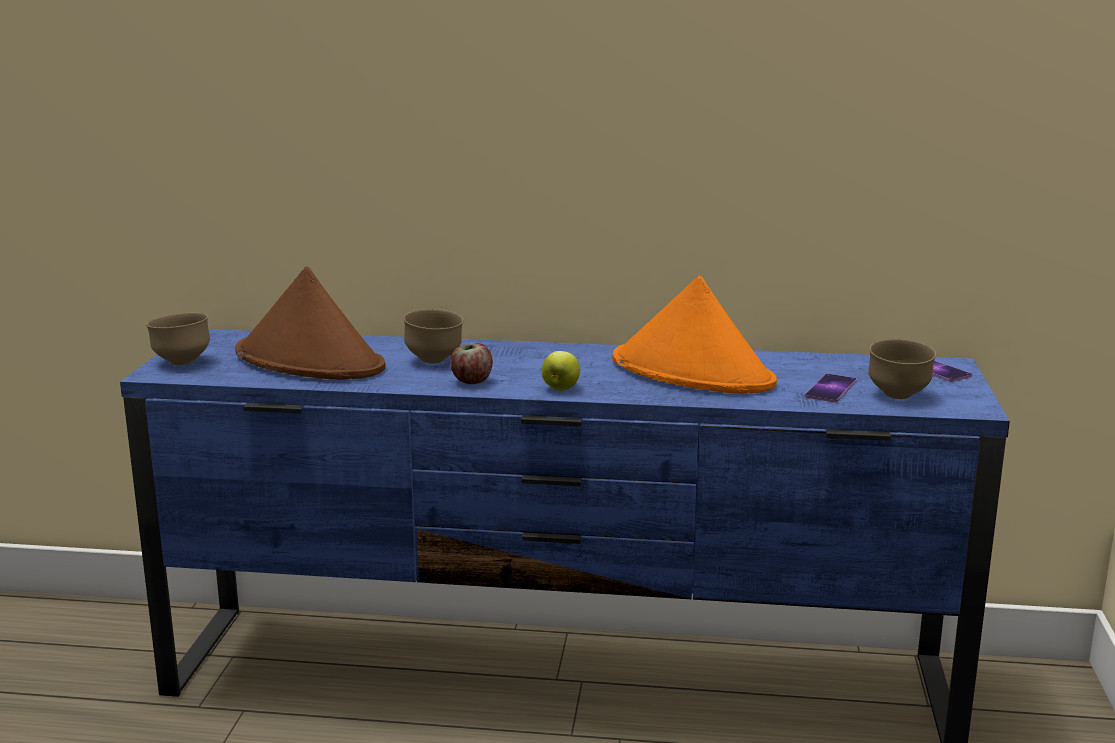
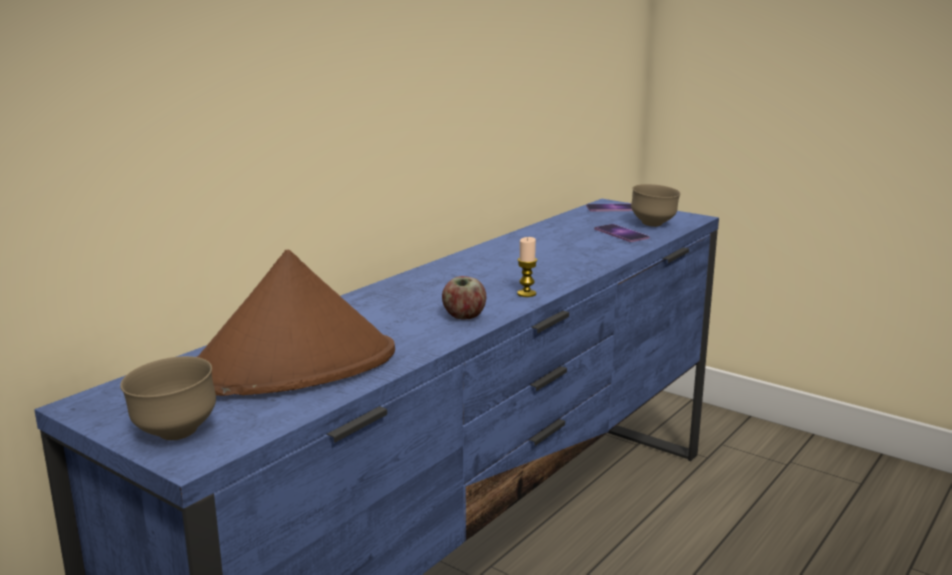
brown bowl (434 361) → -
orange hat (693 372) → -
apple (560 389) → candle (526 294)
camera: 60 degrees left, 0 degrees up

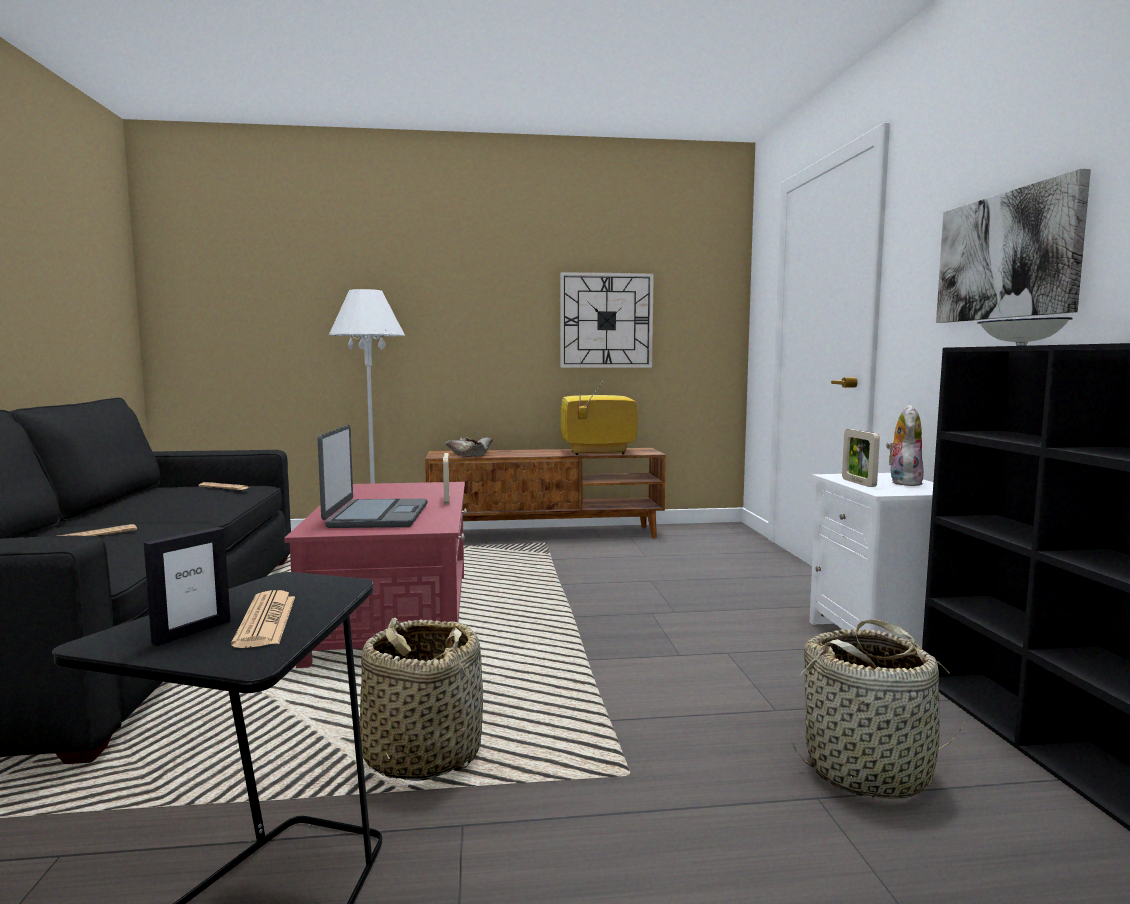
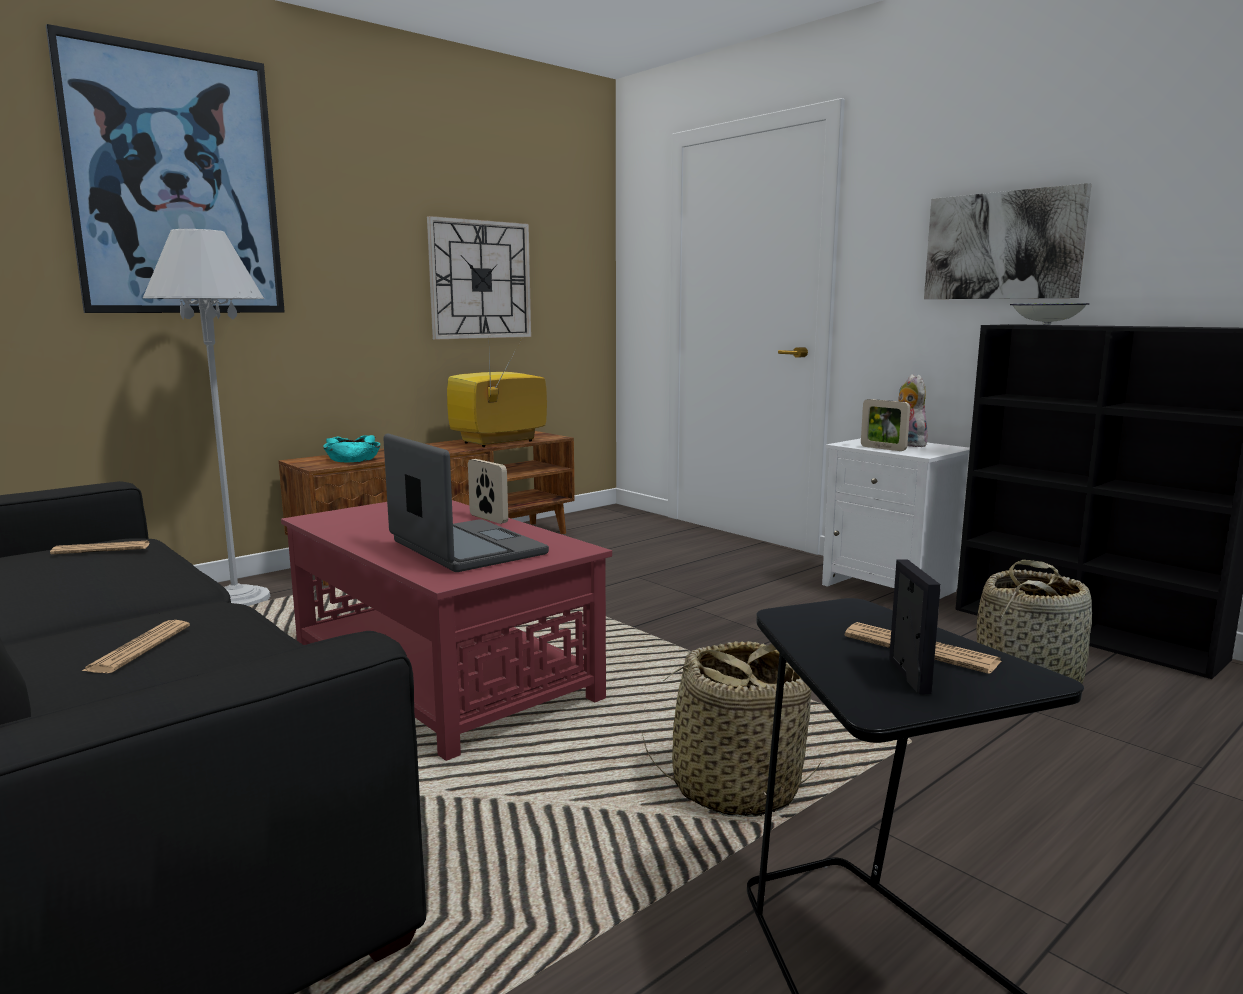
- → picture (176 184)
beige bowl (470 454) → turquoise bowl (353 459)
camera: 35 degrees left, 5 degrees up

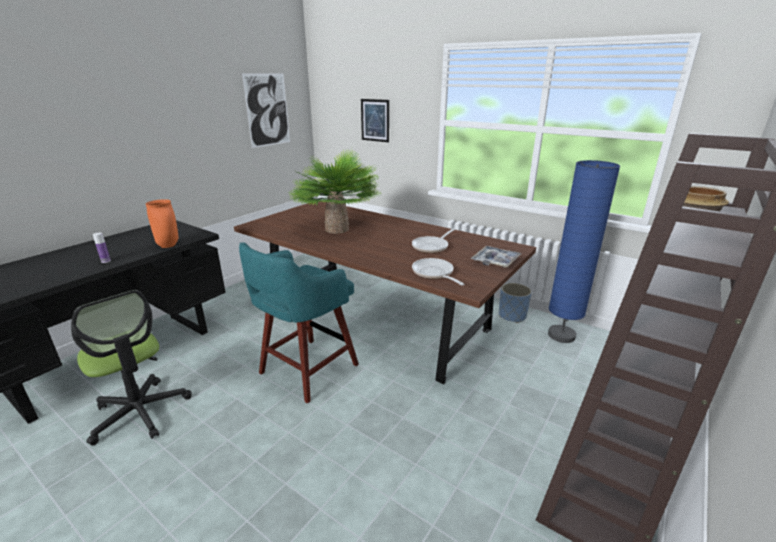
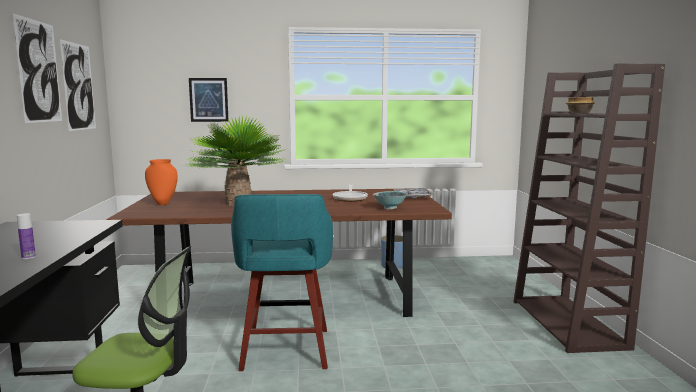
blue floor lamp (561 335) → -
- → picture (39 71)
orange vase (169 245) → orange vase (163 204), moved
frying pan (434 273) → bowl (390 208)
camera: 40 degrees left, 15 degrees down

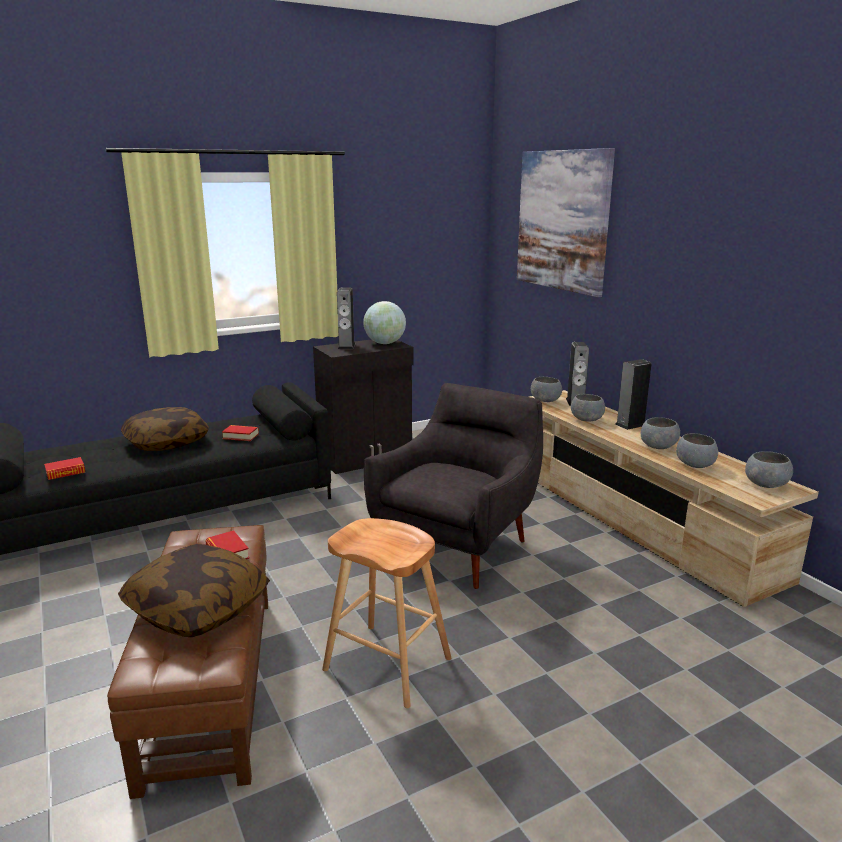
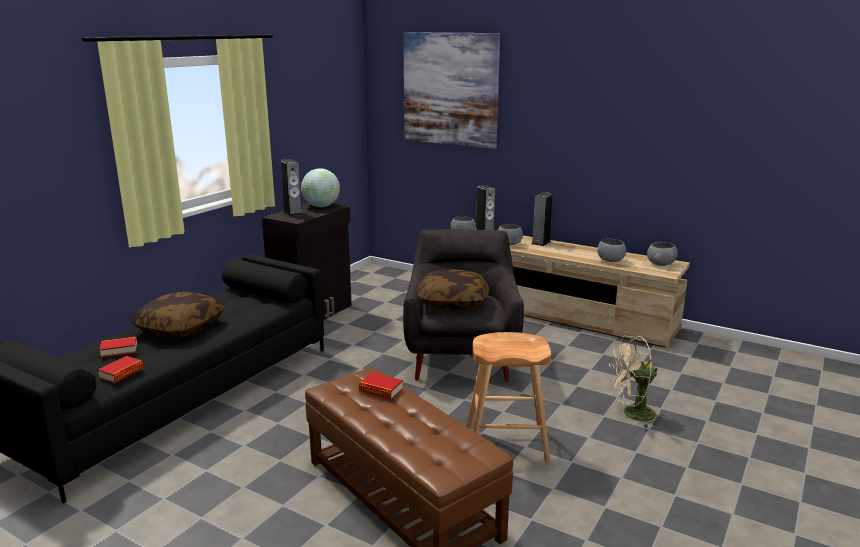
grey bowl (657 446) → -
- → beige fan (632 414)
pillow (198 608) → pillow (453 302), moved
book (241 436) → book (119 350), moved
camera: 30 degrees left, 0 degrees up

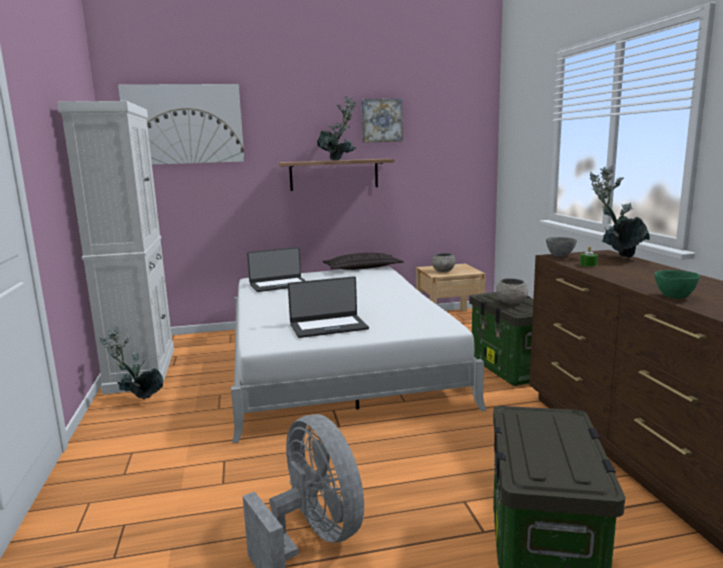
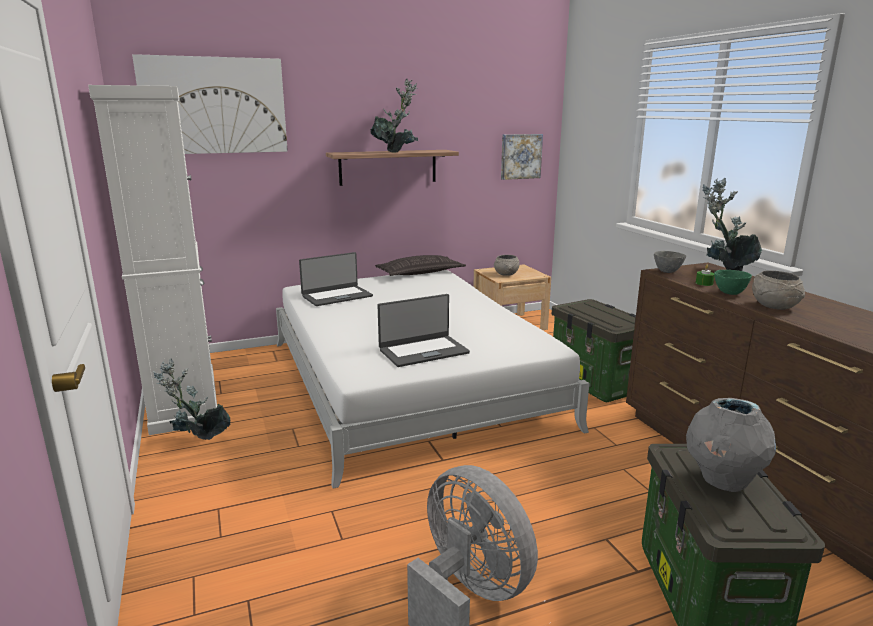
- → grey vase (722 481)
picture (381 120) → picture (520 156), moved
grey bowl (511 302) → grey bowl (773 306), moved
green bowl (675 297) → green bowl (730 293), moved
camera: 10 degrees left, 5 degrees up

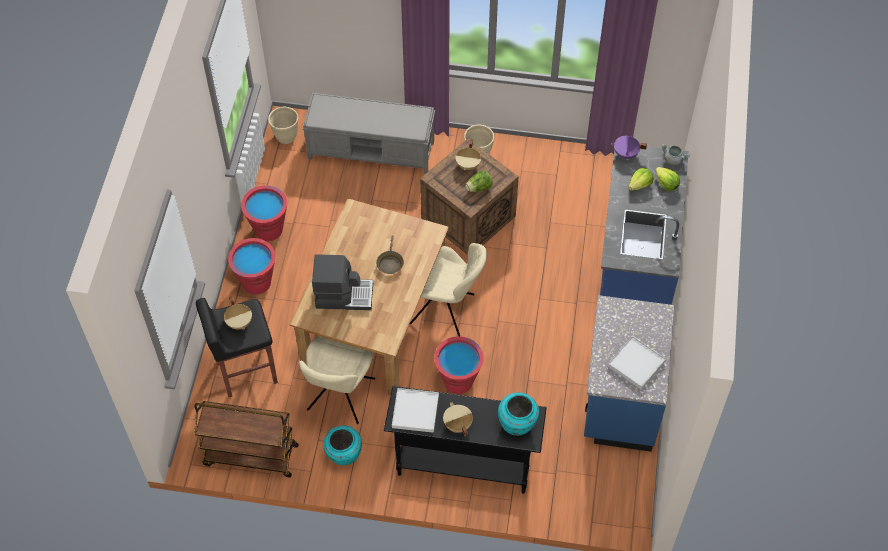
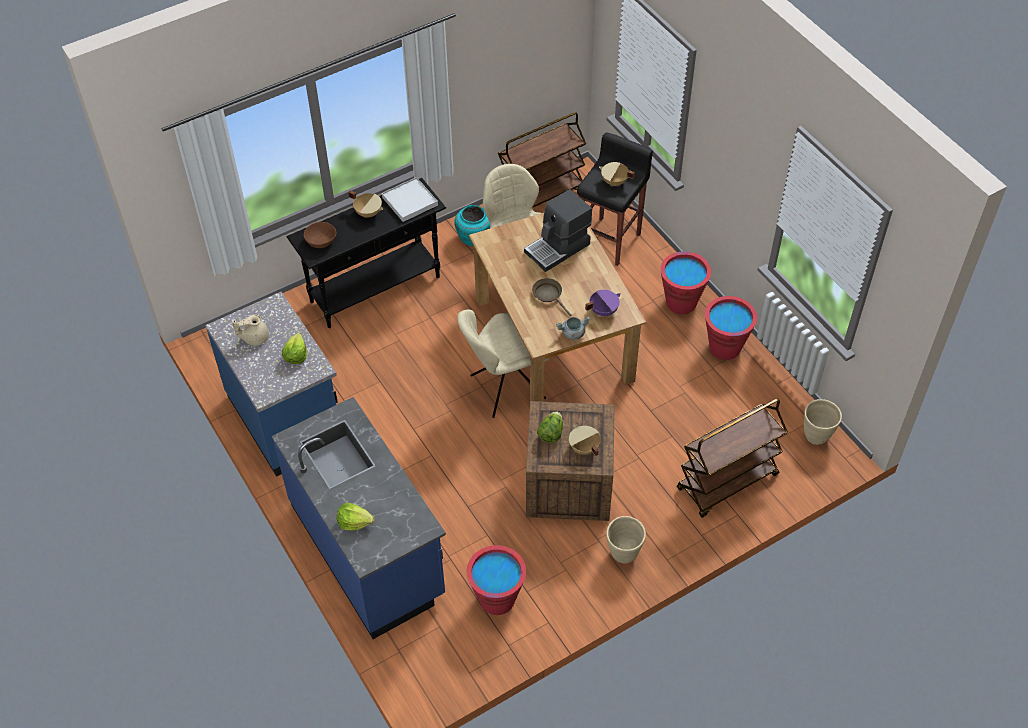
red bucket (458 381) → red bucket (497 599), moved
purple cooking pot (626 154) → purple cooking pot (603 310), moved
lettuce (640 185) → lettuce (296 355), moved
grey cooking pot (673 159) → grey cooking pot (573 334), moved
grey bench (372 150) → brown cart (727 483)
turquoise vase (517 424) → brown bowl (321 241)
white tray (636 364) → beige teapot (254 338)
camera: 140 degrees right, 5 degrees down

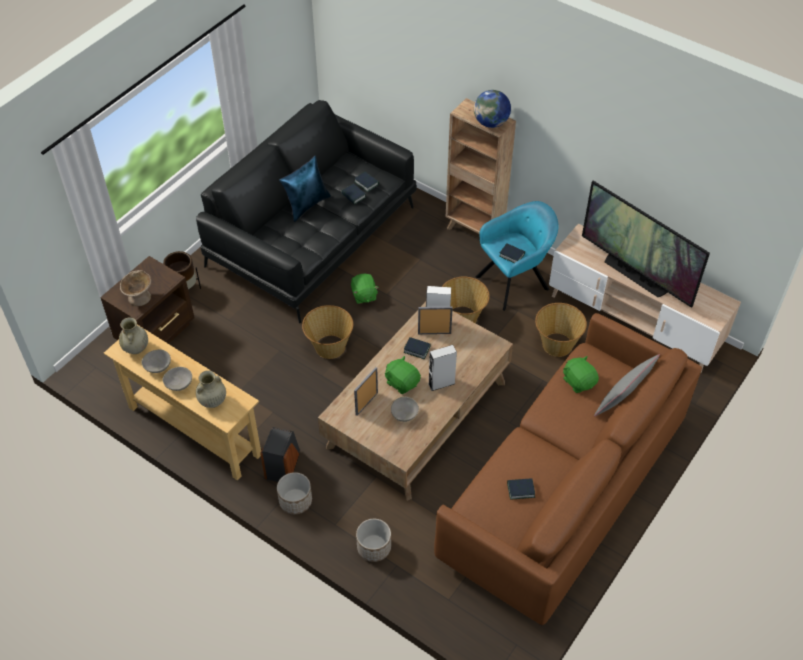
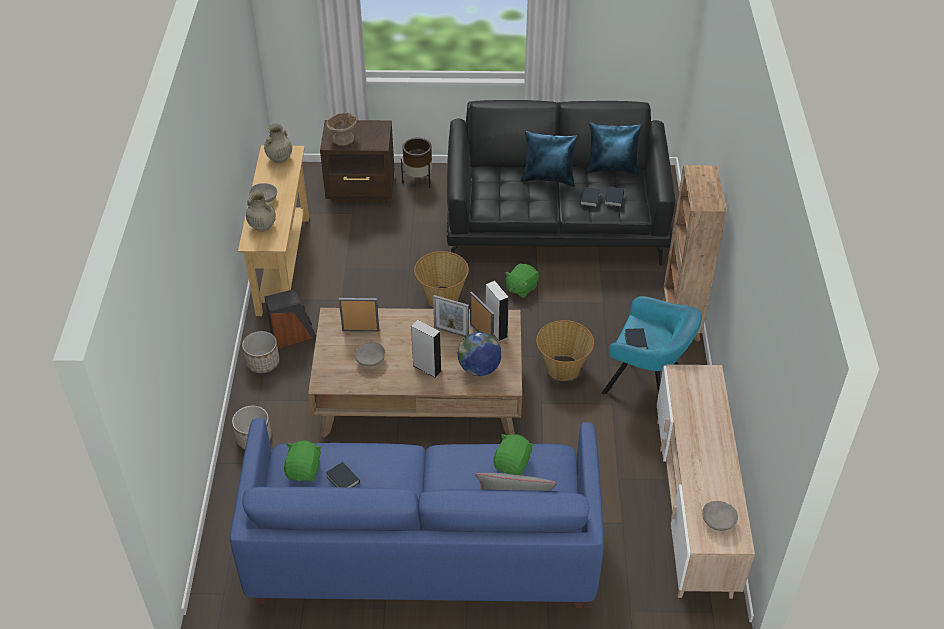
basket (557 344) → -
television (635 275) → -
- → blue pillow (612 168)
grey bowl (158 366) → grey bowl (718 522), moved
green plush toy (402 382) → green plush toy (304 470), moved
globe (491 123) → globe (479 368), moved
book (417 349) → picture frame (451 332)
brown sofa (562 491) → blue sofa (422 547)
camera: 55 degrees right, 5 degrees down

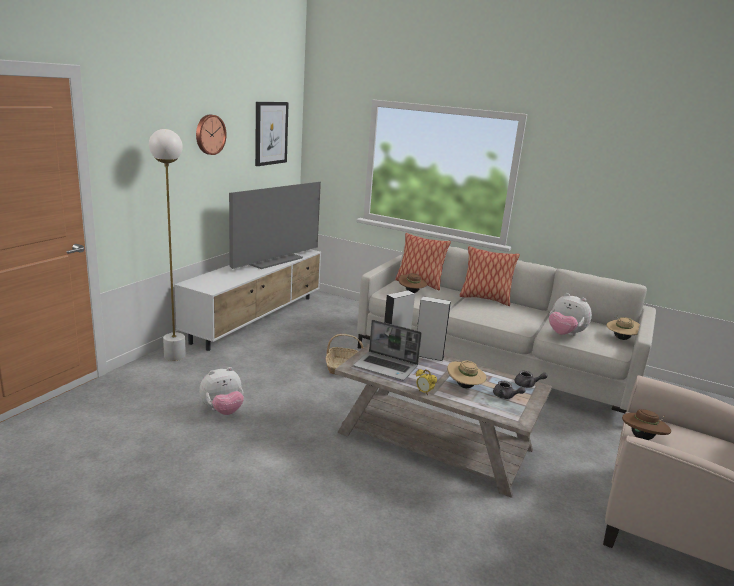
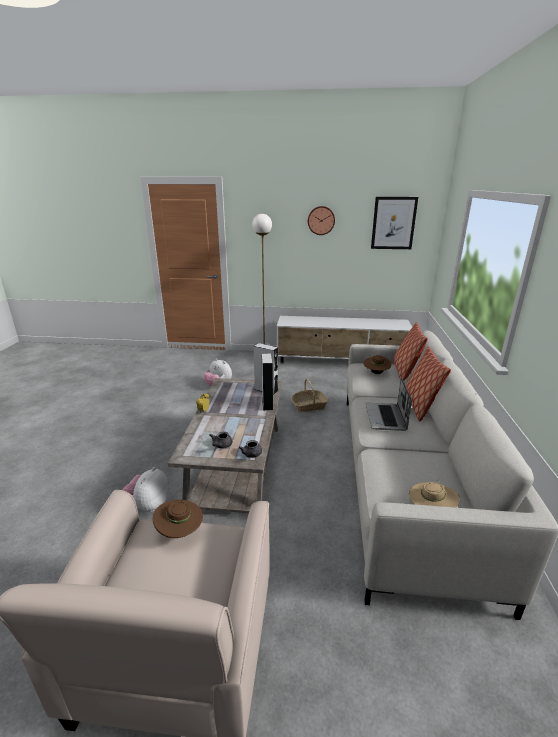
television (273 260) → -
beige hat (464 387) → -
laptop (386 367) → laptop (386 418), moved
plush toy (565 334) → plush toy (149 505), moved
camera: 70 degrees right, 5 degrees up

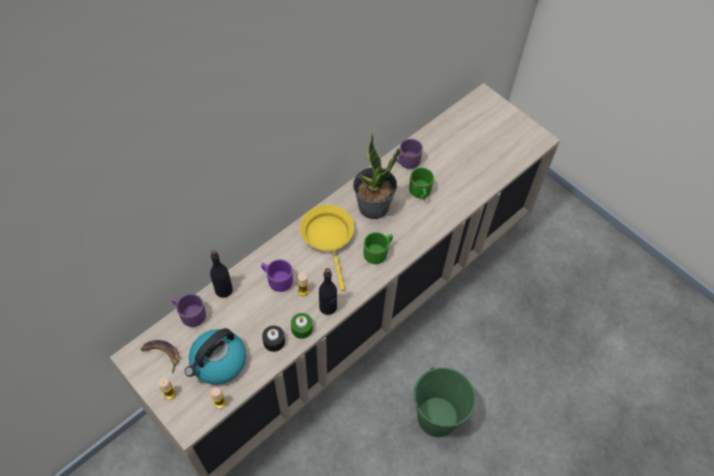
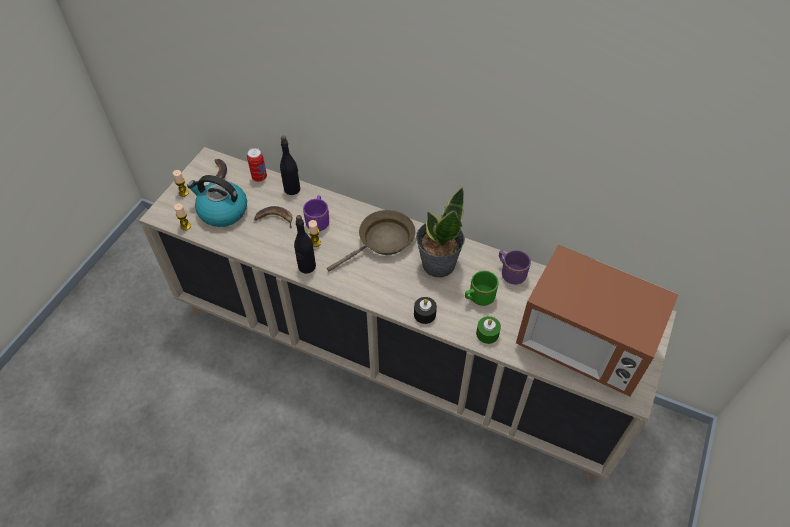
green mug (378 253) → -
green bucket (437 417) → -
- → banana (274 219)
- → microwave (583 345)
black candle (274 341) → black candle (424 314), moved
green candle (302 328) → green candle (487 334), moved
purple mug (190 315) → can (259 177)
yellow frying pan (329 238) → brown frying pan (382 241)
camera: 70 degrees right, 5 degrees down

